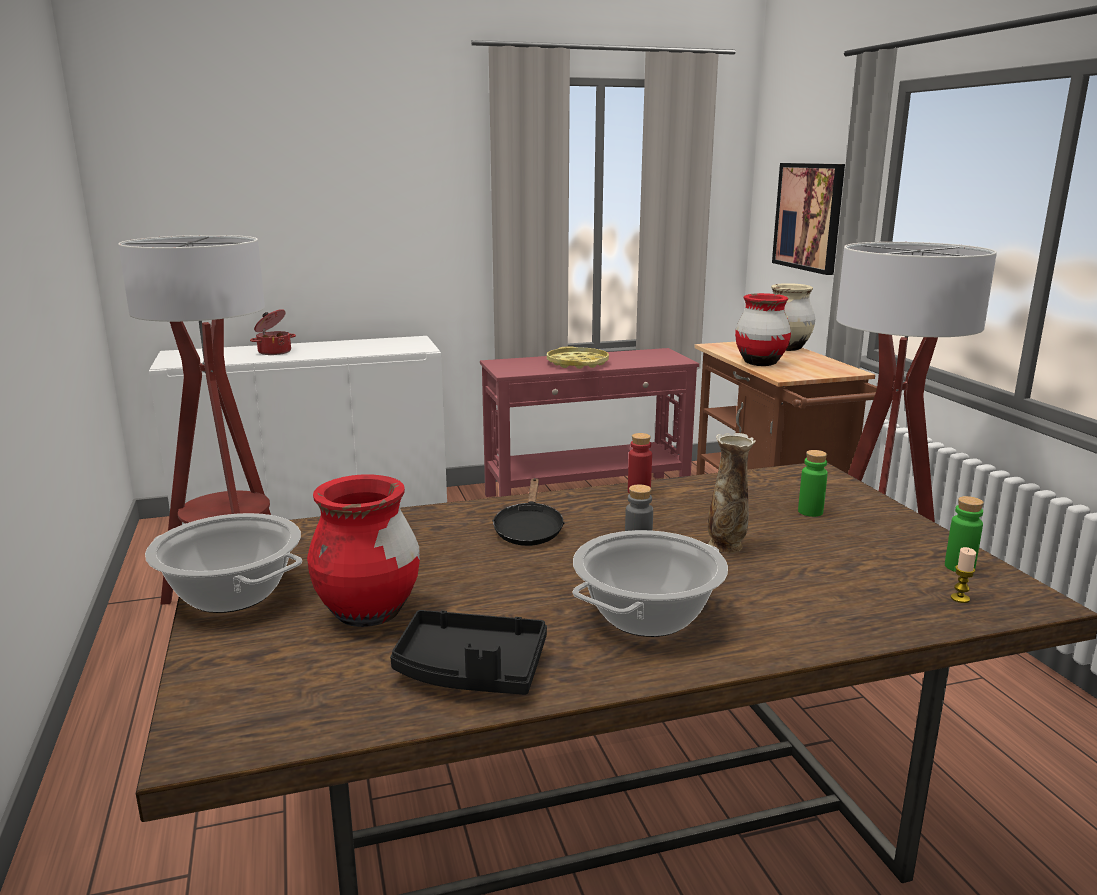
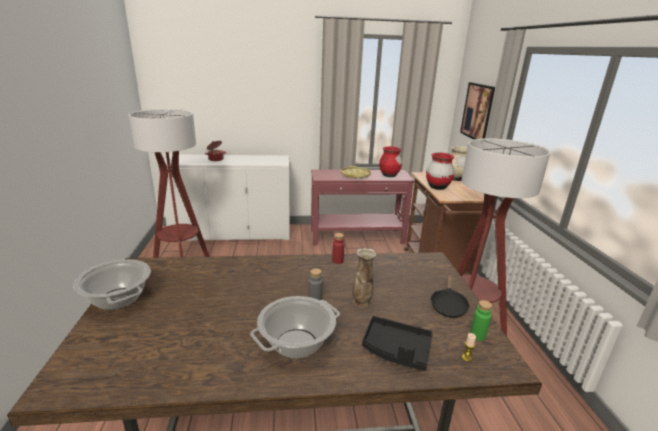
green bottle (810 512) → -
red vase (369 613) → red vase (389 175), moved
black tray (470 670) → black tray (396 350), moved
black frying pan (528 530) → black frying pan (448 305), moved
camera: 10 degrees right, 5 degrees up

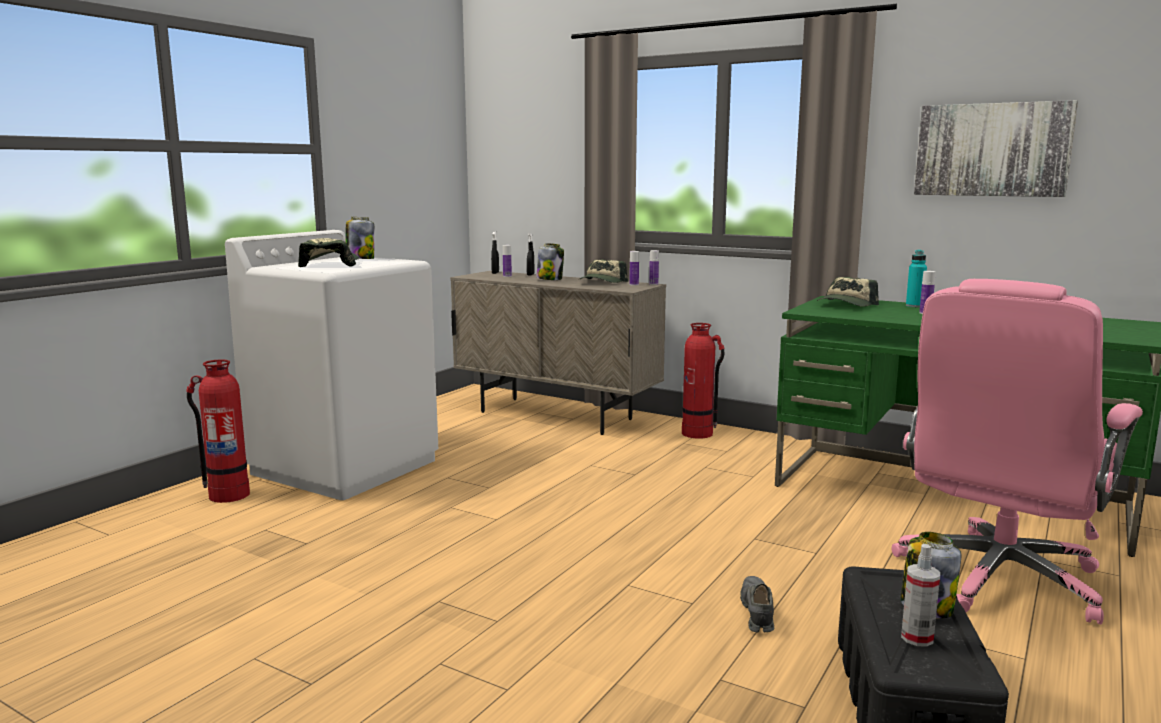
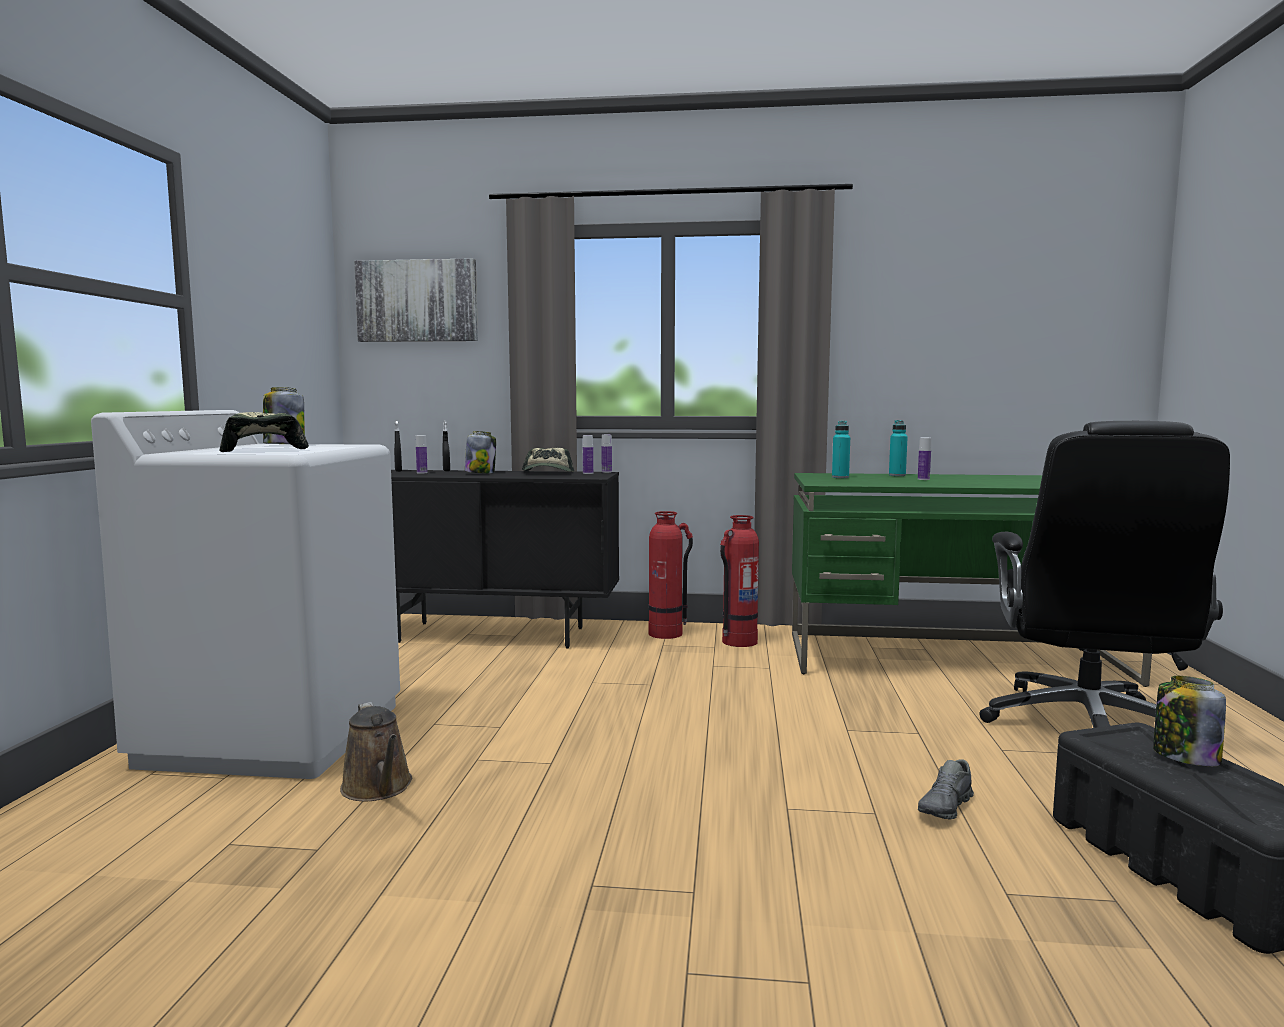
spray bottle (917 638) → -
- → brown watering can (378 788)
fire extinguisher (228 495) → fire extinguisher (738 641), moved
picture (992 150) → picture (417 301), moved
cap (846 305) → turquoise bottle (840 477)
beige cabinet (556 416) → black cabinet (493 635)
pink office chair (998 579) → black office chair (1087 726)
grey shoe (757 612) → grey shoe (946 807), 120 degrees counterclockwise
camera: 25 degrees left, 5 degrees down

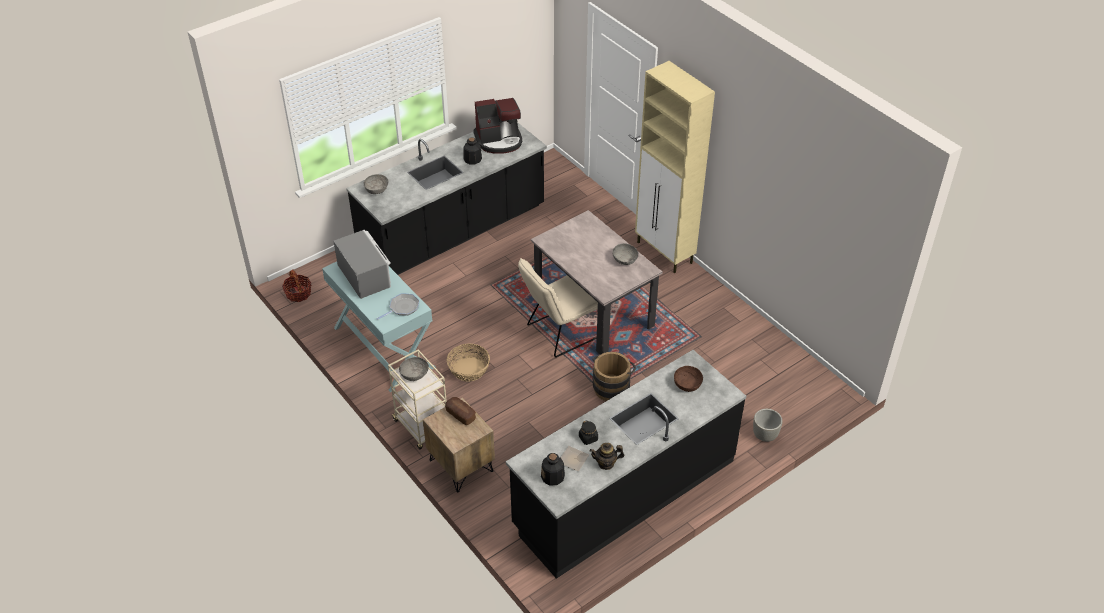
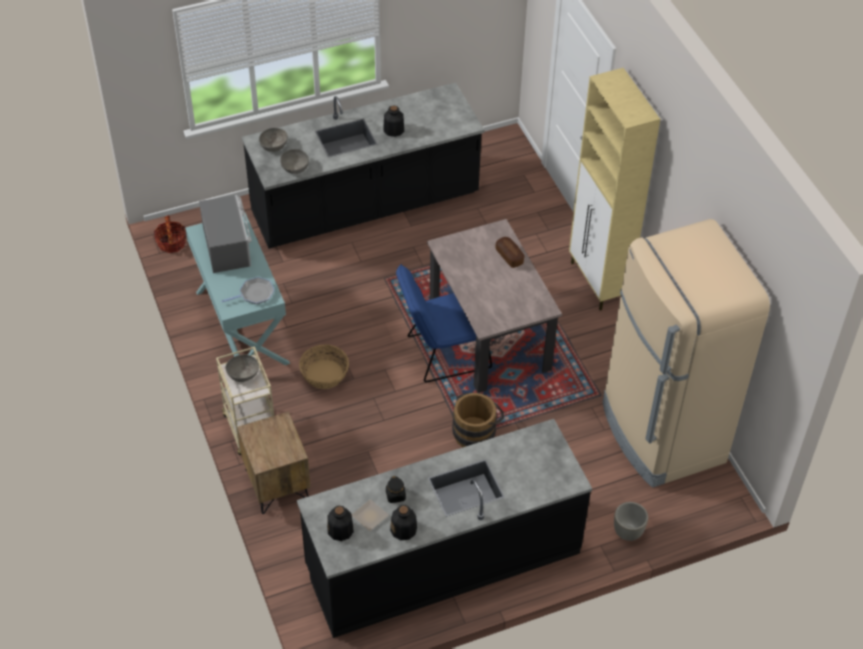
coffee machine (499 140) → -
brown bowl (687 384) → -
- → beige fridge (661 434)
bread (460 415) → bread (509 256), moved
grey bowl (624 260) → grey bowl (295 167), moved
teapot (606 463) → bottle (404 529)
beige chair (561 332) → blue chair (442 353)
camera: 15 degrees right, 5 degrees up

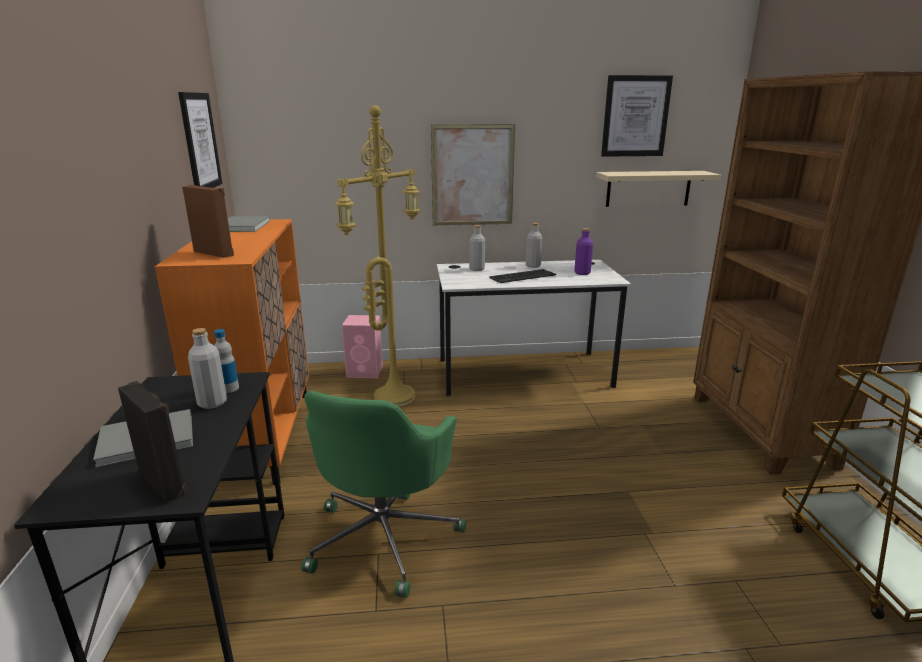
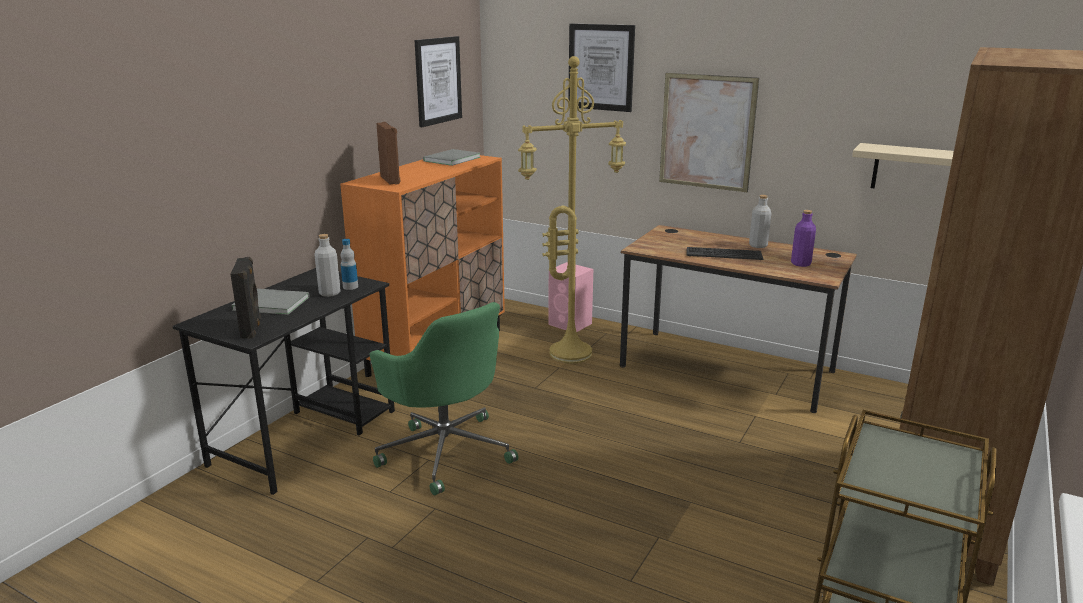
grey bottle (476 269) → -
picture (635 116) → picture (601 67), moved
white desk (523 373) → brown desk (726 369)
green office chair (384 536) → green office chair (445 450), 90 degrees counterclockwise
camera: 35 degrees right, 0 degrees up

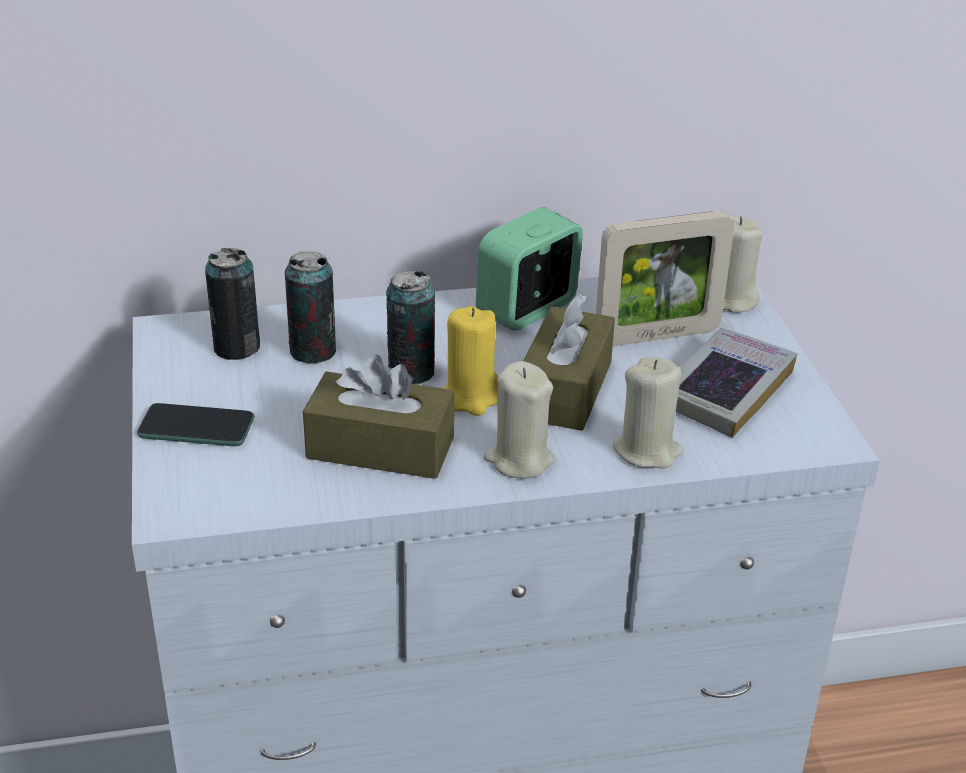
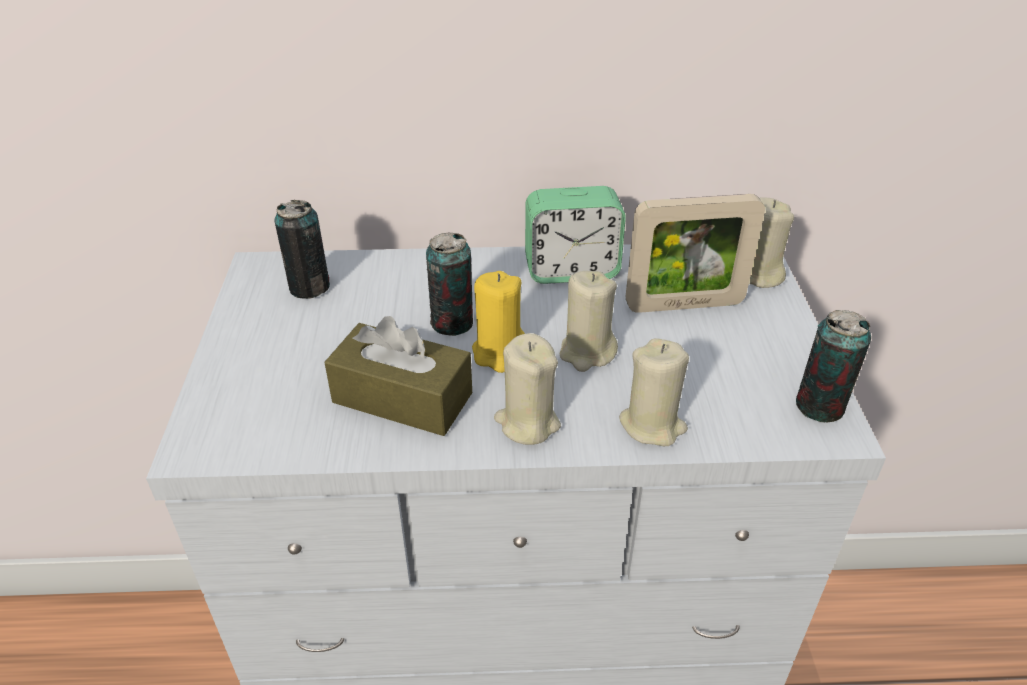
phone (196 427) → -
book (725 390) → -
can (313 351) → can (819 406), moved
brown tissue box (564 389) → beige candle (587 352)
alarm clock (527 309) → alarm clock (571 270), 150 degrees counterclockwise
camera: 10 degrees right, 5 degrees up

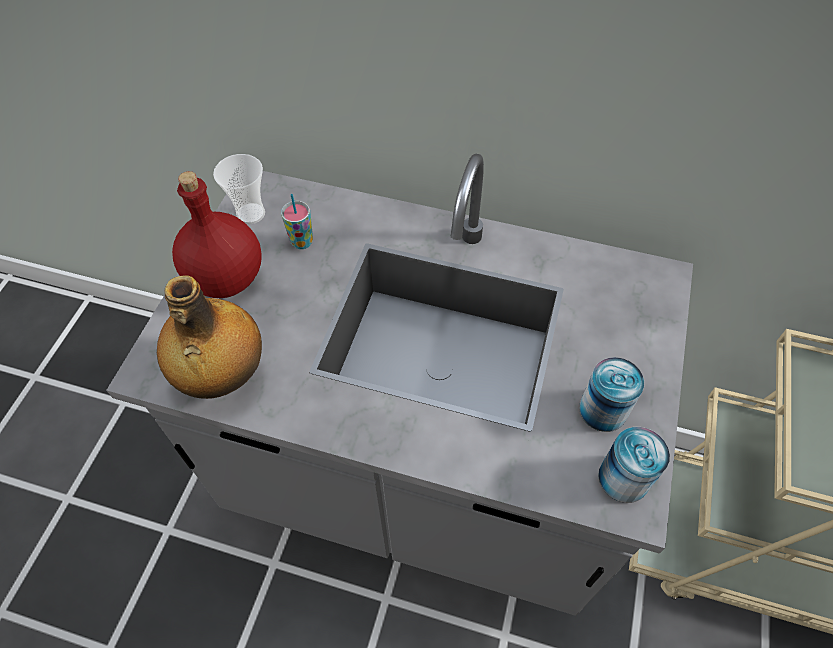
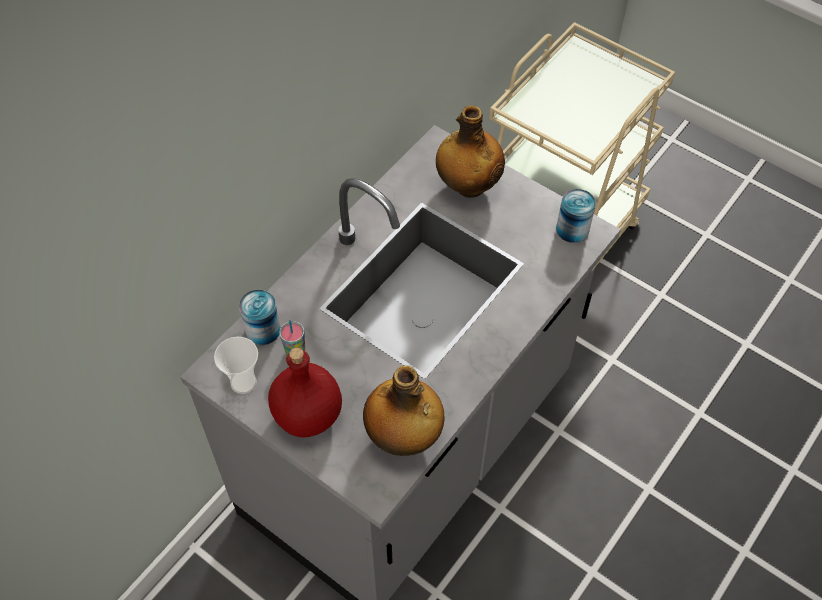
- → bottle (468 185)
can (603 410) → can (263 330), moved
camera: 70 degrees left, 0 degrees up

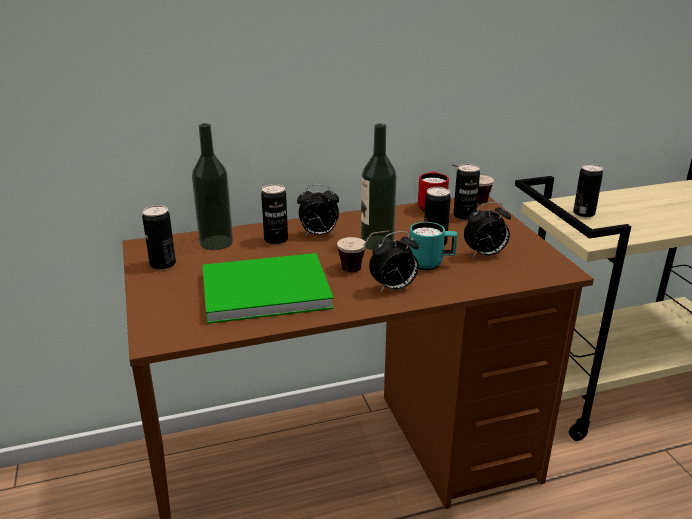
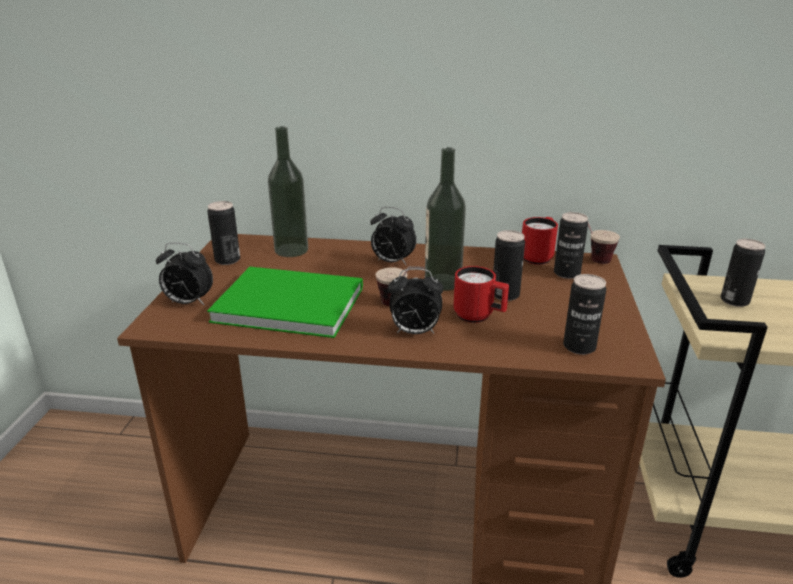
can (276 240) → can (579 347), moved
alarm clock (485 255) → alarm clock (188 303), moved
turquoise mug (431 264) → red mug (479 317)
camera: 25 degrees right, 0 degrees up

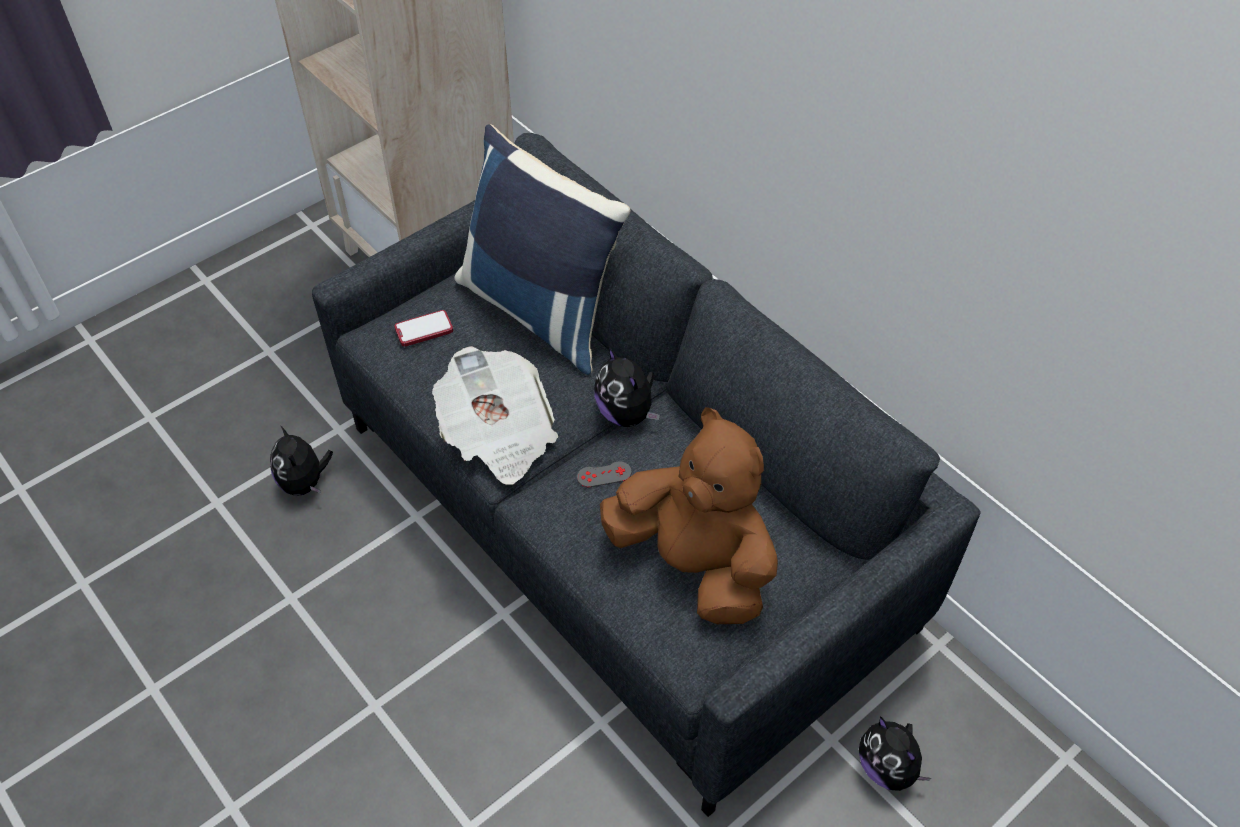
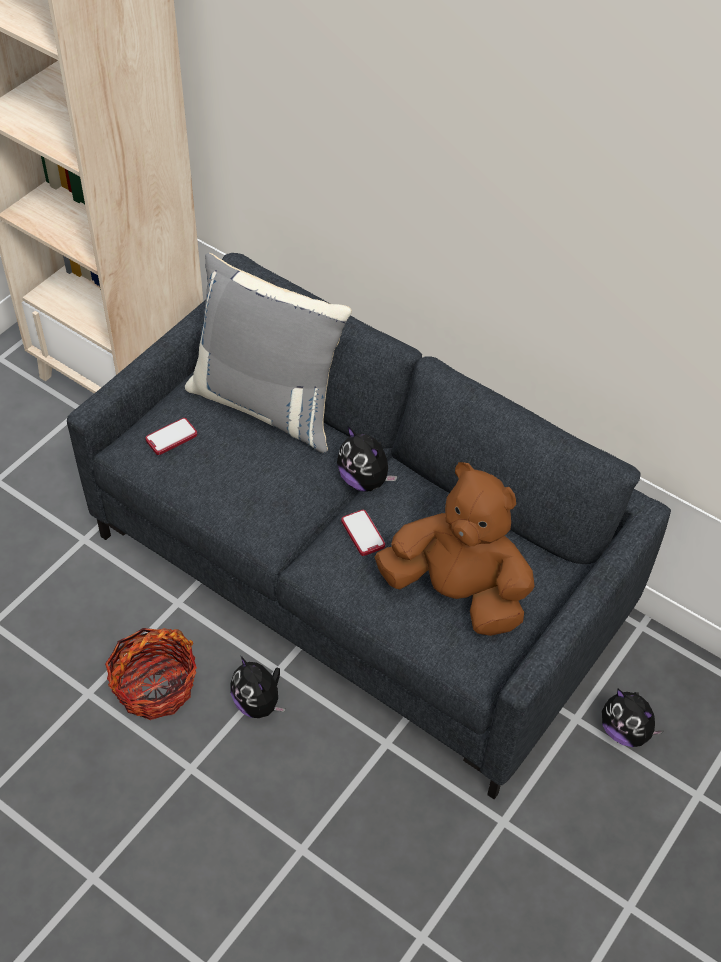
newspaper (498 435) → -
- → basket (155 686)
plush toy (305 483) → plush toy (258 703), moved
grey game controller (604 474) → phone (363 533)
blue pillow (542 310) → grey pillow (268 404)
camera: 15 degrees left, 0 degrees up

